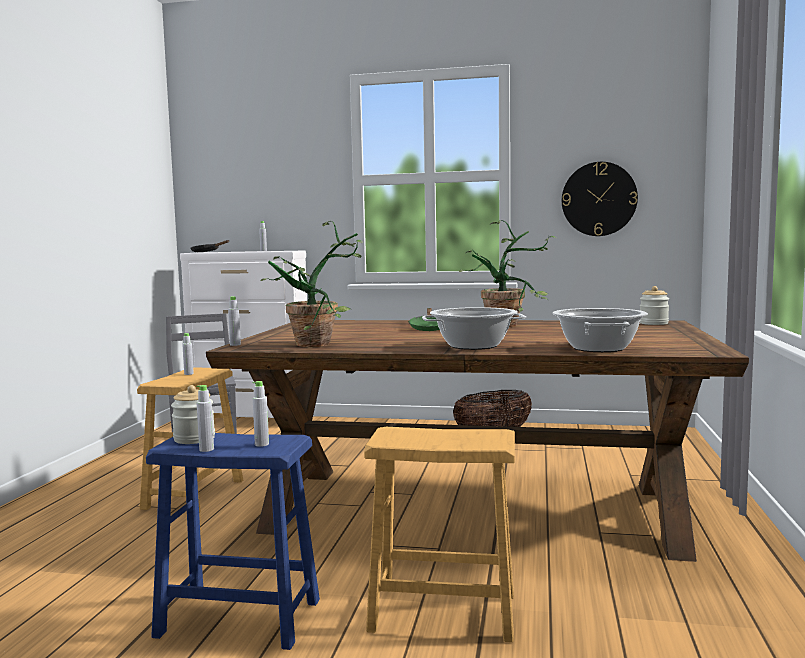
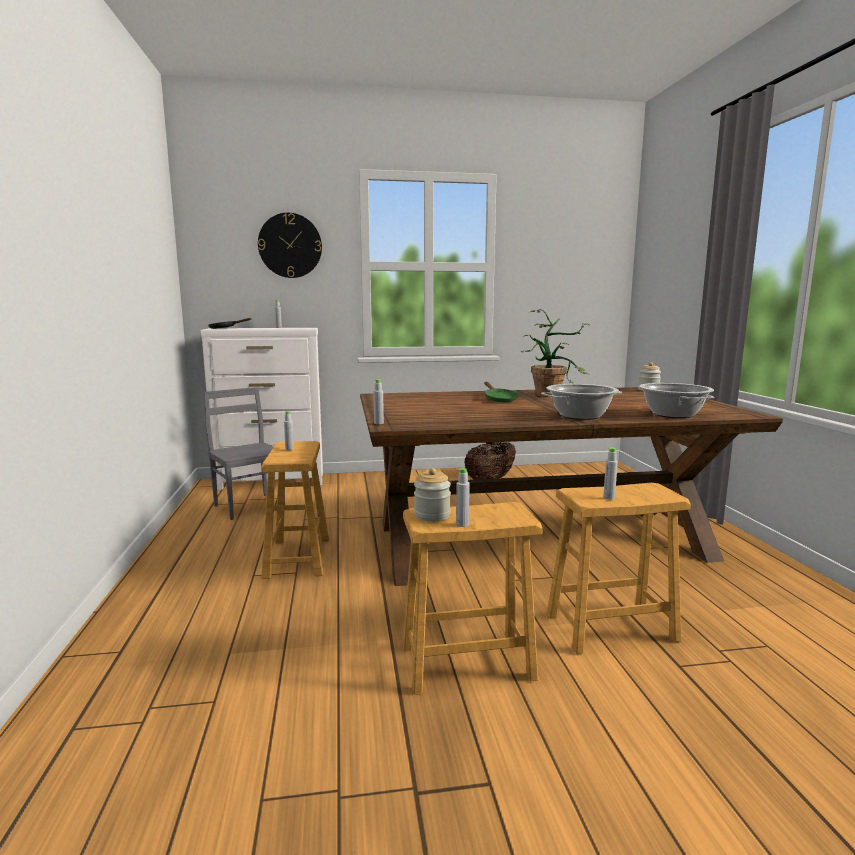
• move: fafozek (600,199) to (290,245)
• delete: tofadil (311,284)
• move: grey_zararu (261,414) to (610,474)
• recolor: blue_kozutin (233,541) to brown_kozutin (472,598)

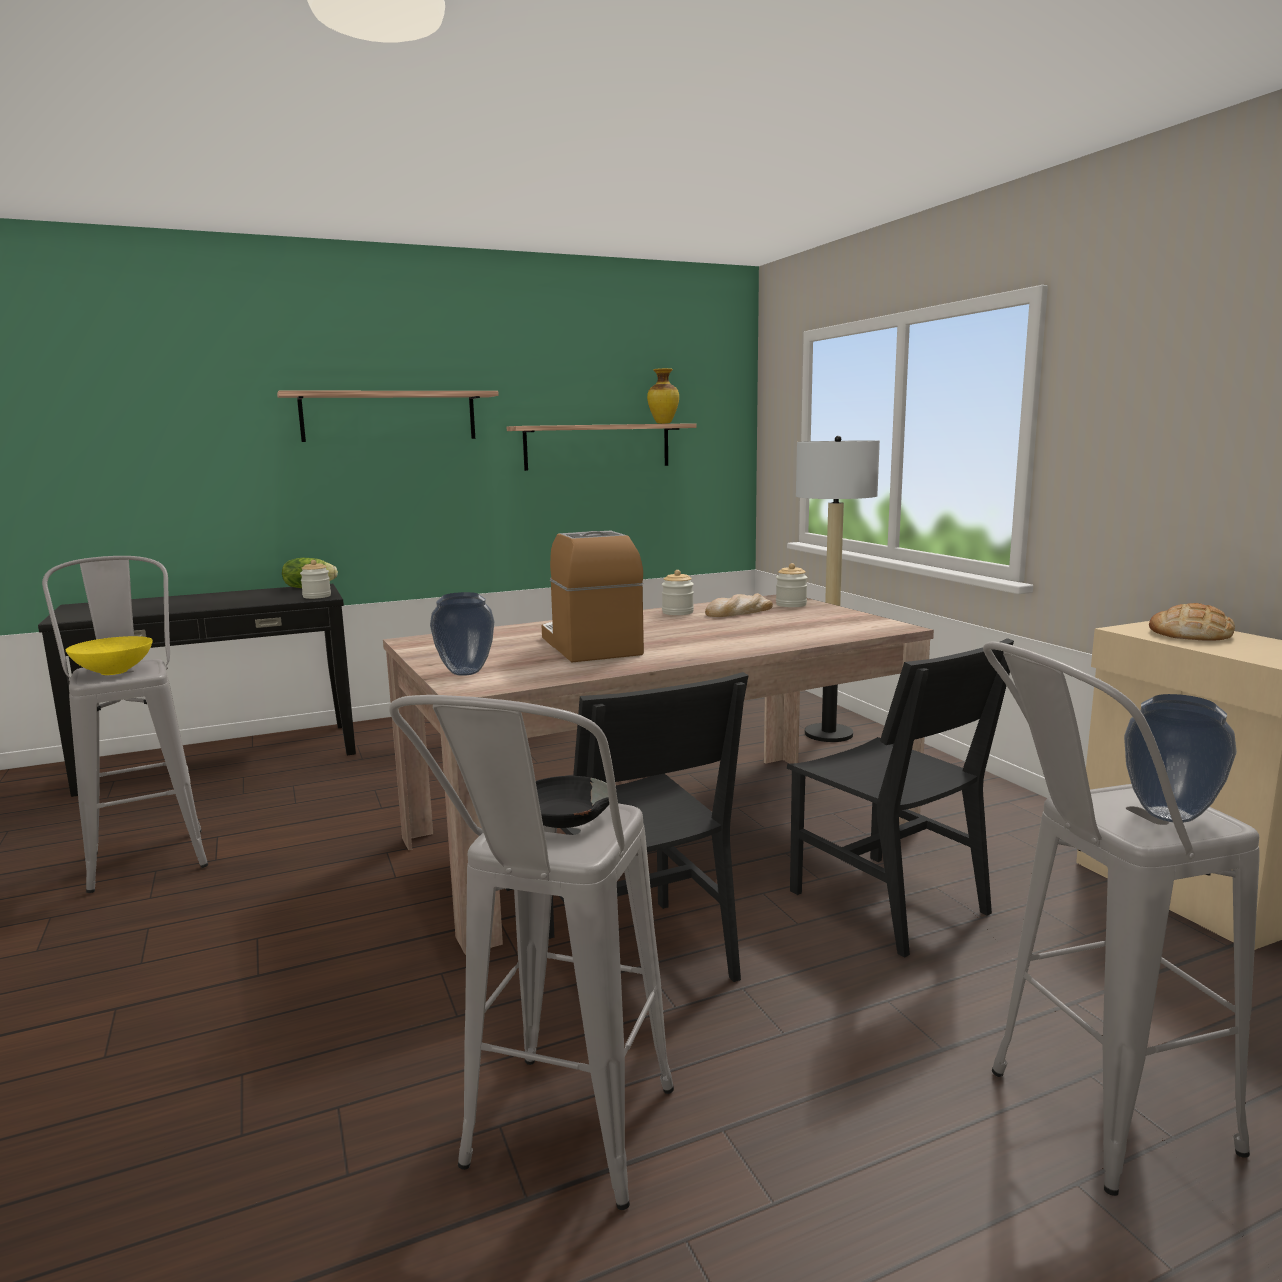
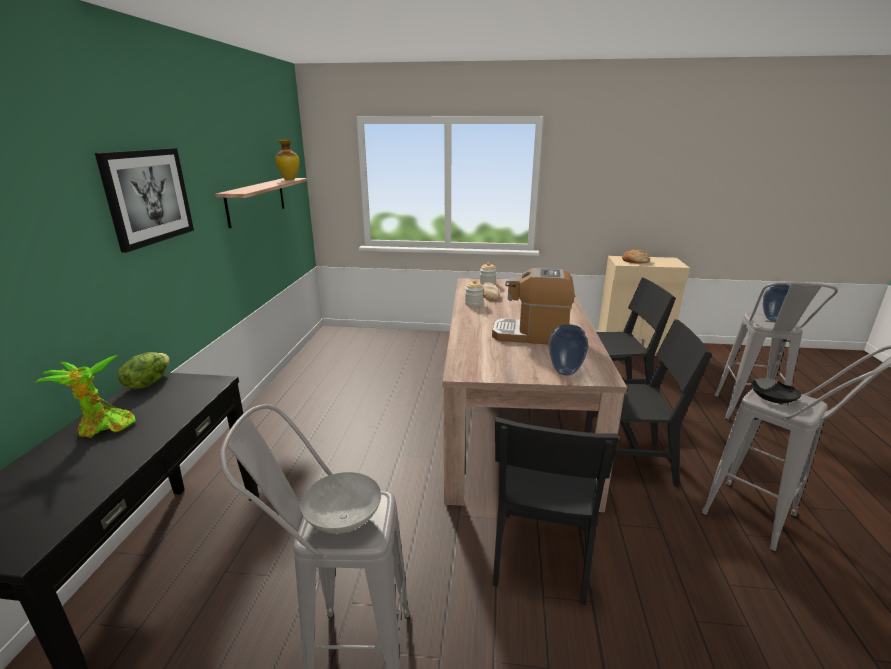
• replace: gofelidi (388,416) to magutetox (144,200)
• delete: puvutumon (838,589)
• delete: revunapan (315,579)
• recolor: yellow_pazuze (109,655) to grey_pazuze (340,503)
• insert: tofadil (85,396)
• insert: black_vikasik (556,511)

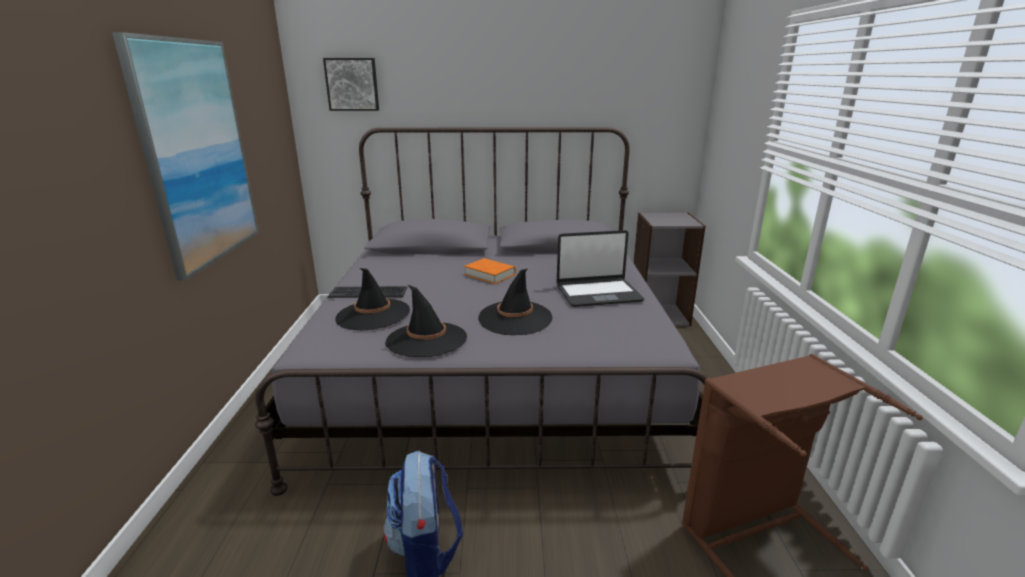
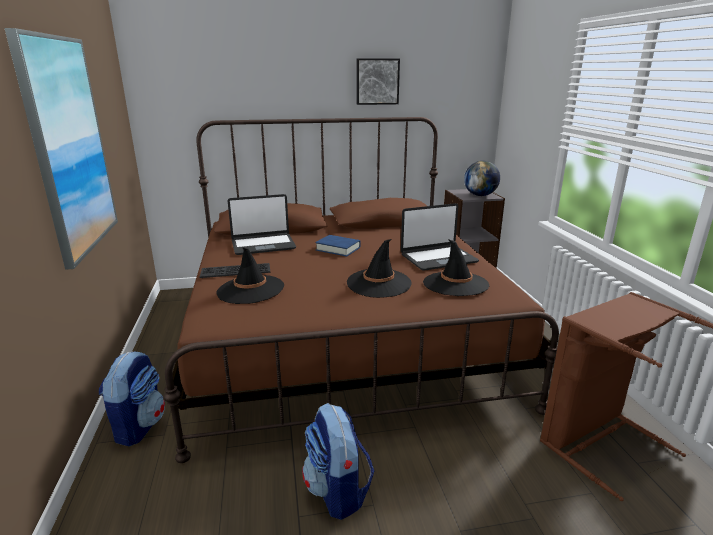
• move: magutetox (351,84) to (378,81)
• recolor: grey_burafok (481,311) to brown_burafok (361,290)
• recolor: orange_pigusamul (490,271) to blue_pigusamul (338,246)
• move: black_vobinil (426,320) to (456,267)
• insert: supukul (482,178)
• insert: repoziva (262,224)
• insert: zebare (132,398)

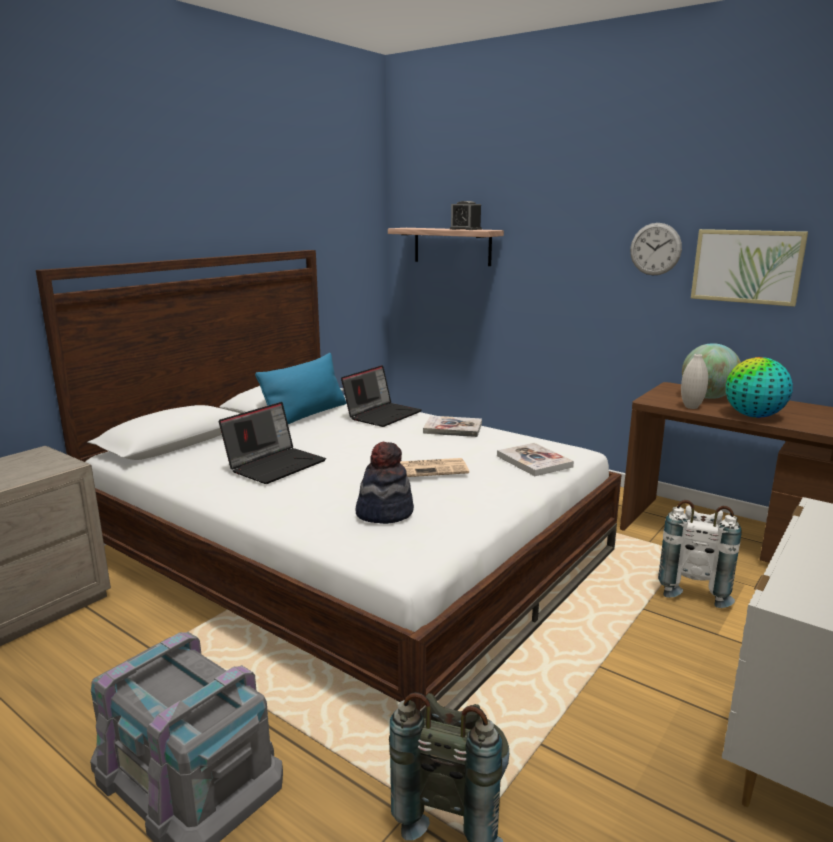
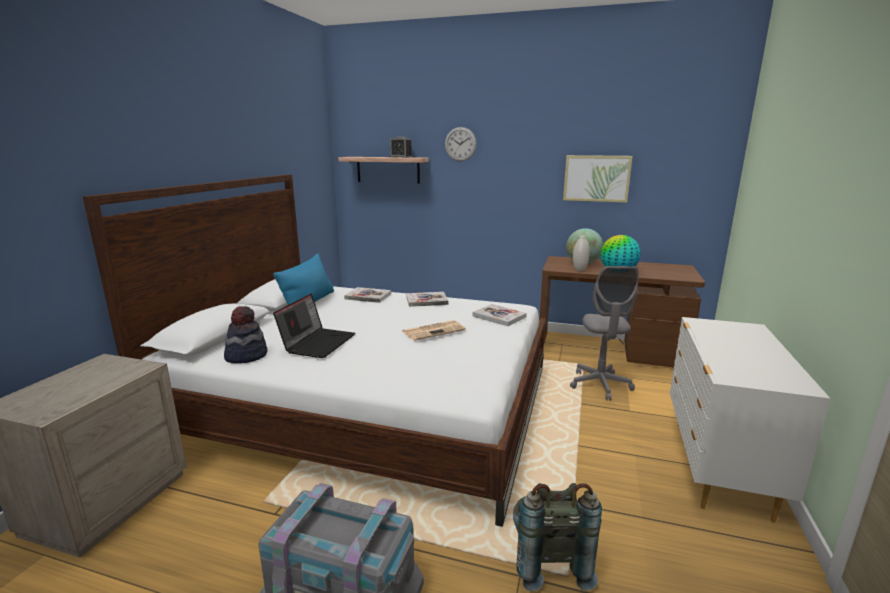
• move: fafozek (656,249) to (461,144)
• replace: repoziva (381,396) to pigusamul (367,295)
• move: vobinil (385,483) to (246,334)
• replace: white_zebare (700,554) to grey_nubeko (604,333)

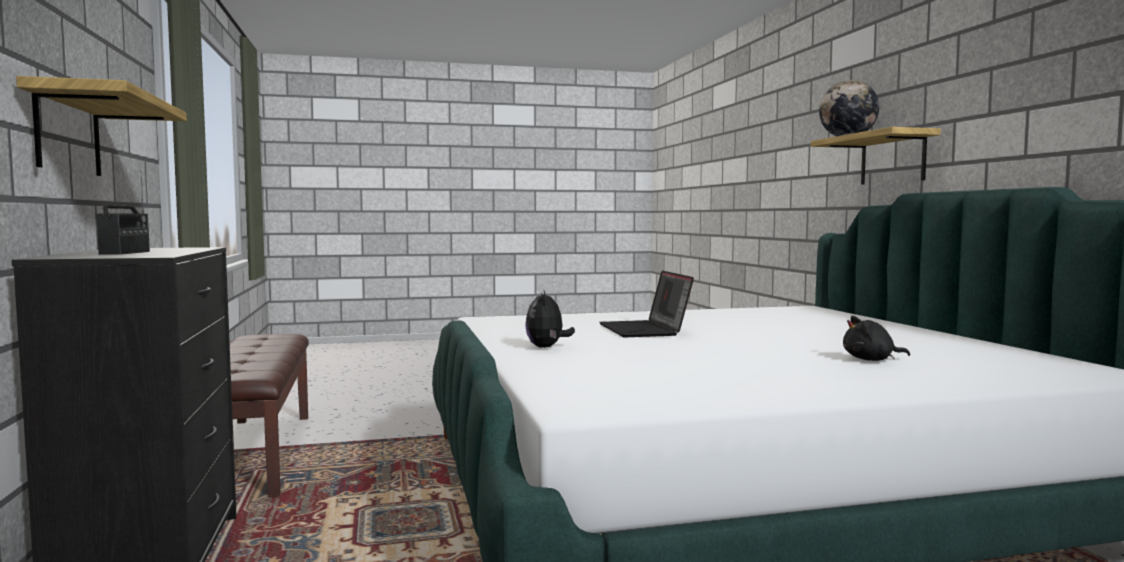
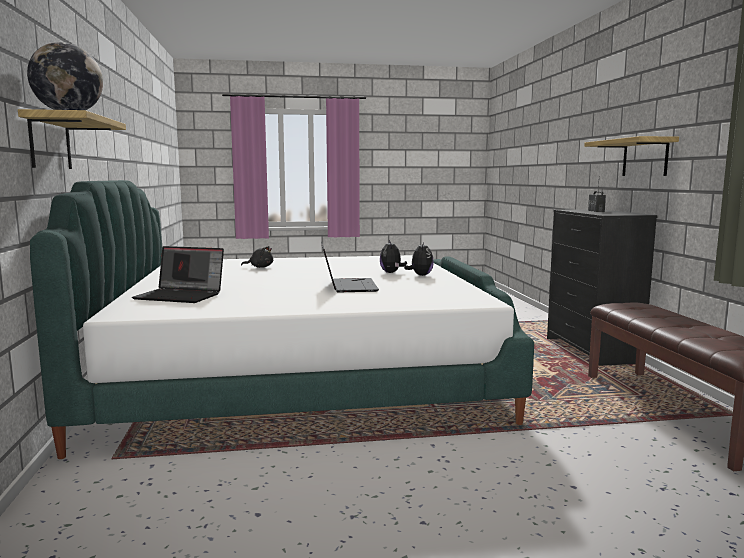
• insert: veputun (393,256)
• insert: repoziva (178,274)

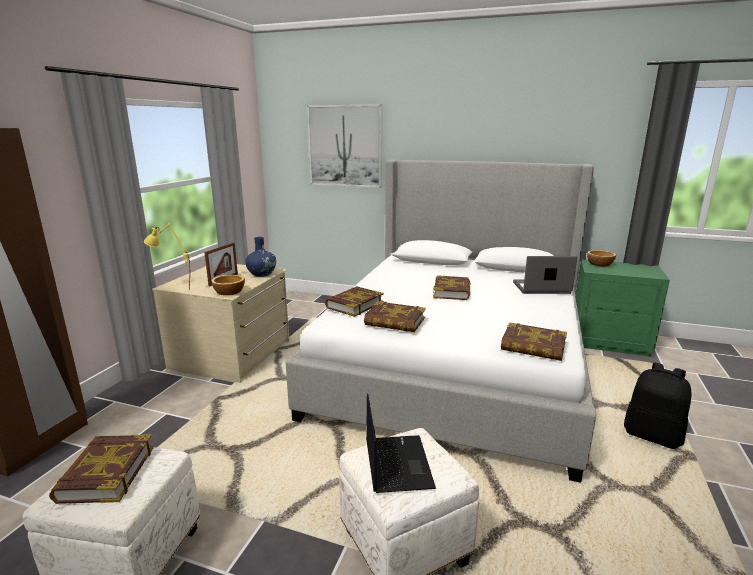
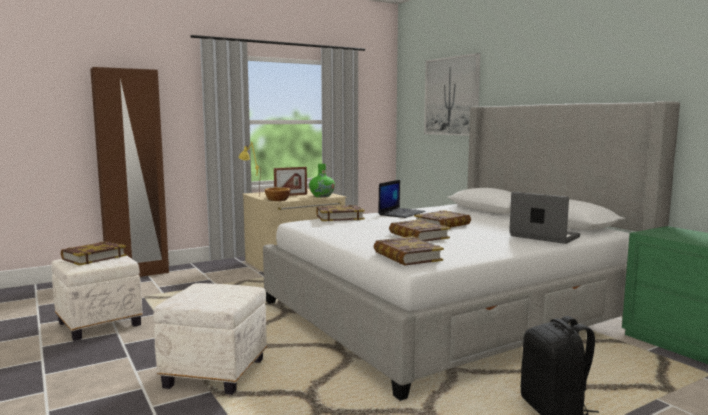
• recolor: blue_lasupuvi (260,257) to green_lasupuvi (322,180)
• delete: pazuze (601,258)
• move: pigusamul (395,316) to (419,230)
• move: repoziva (401,443) to (401,199)

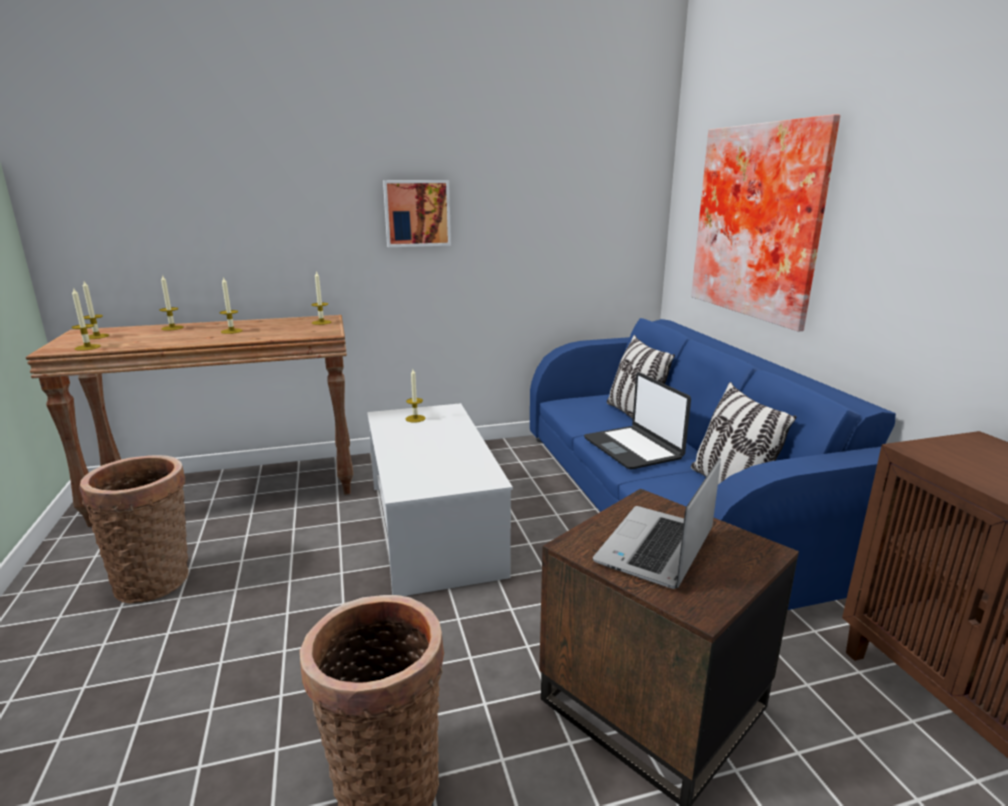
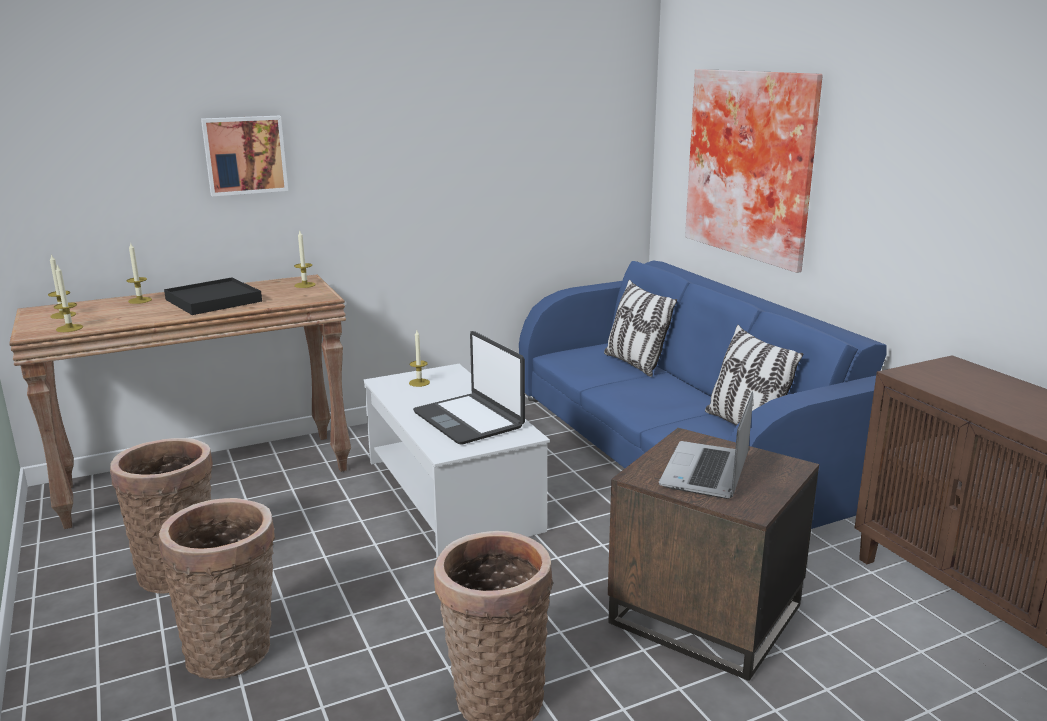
• move: magutetox (417,213) to (244,156)
• replace: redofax (231,305) to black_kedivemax (213,296)
• move: repoziva (637,420) to (469,387)
• insert: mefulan (217,588)

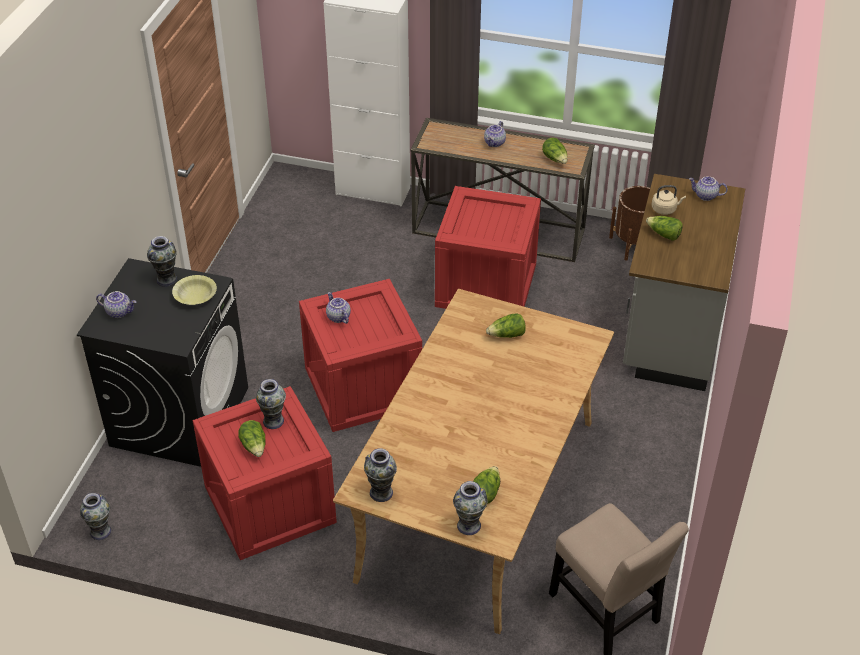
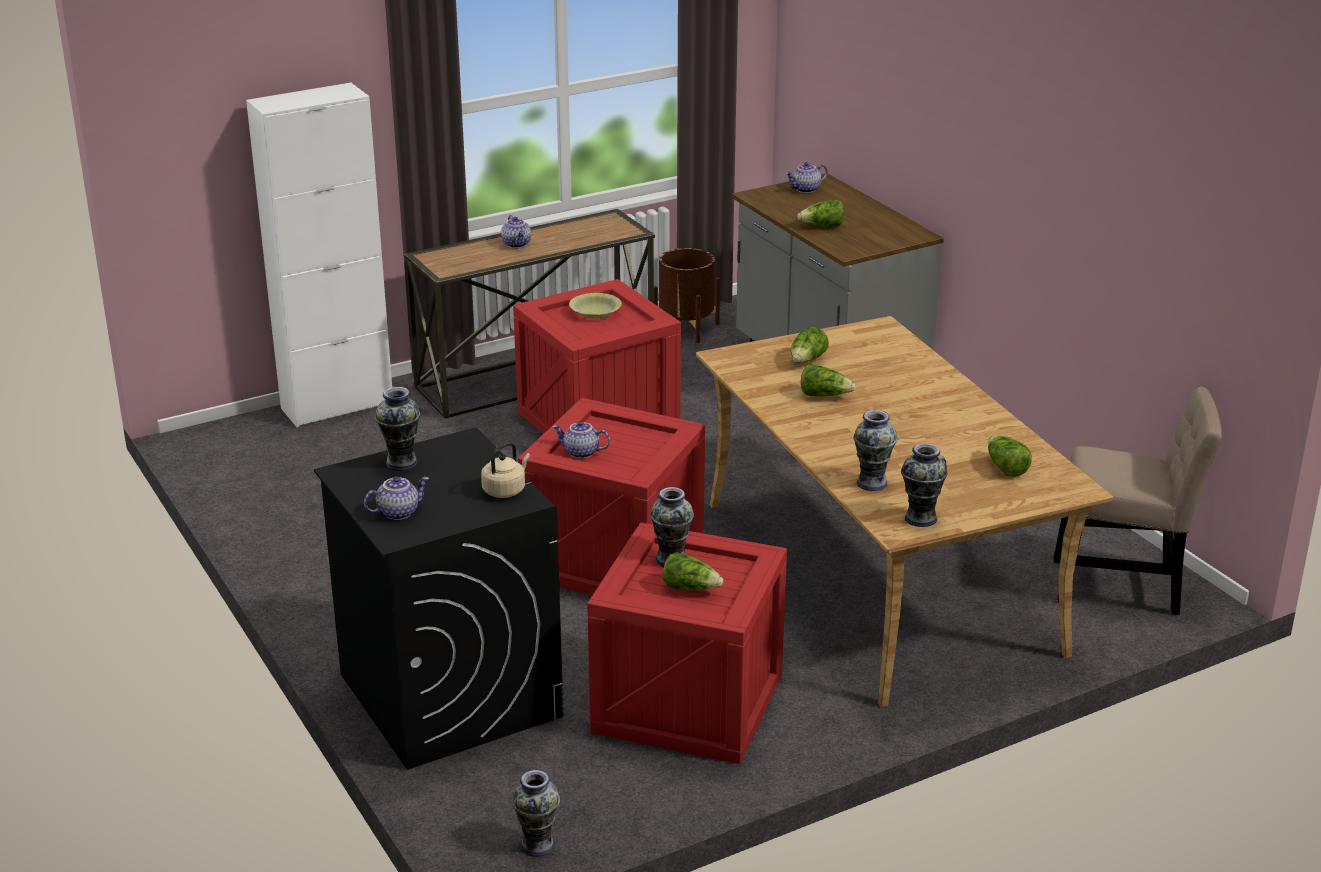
• move: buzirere (555,151) to (828,380)
• move: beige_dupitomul (669,200) to (505,470)
• move: yellow_pazuze (194,290) to (595,306)
• move: lasupuvi (470,508) to (875,450)

